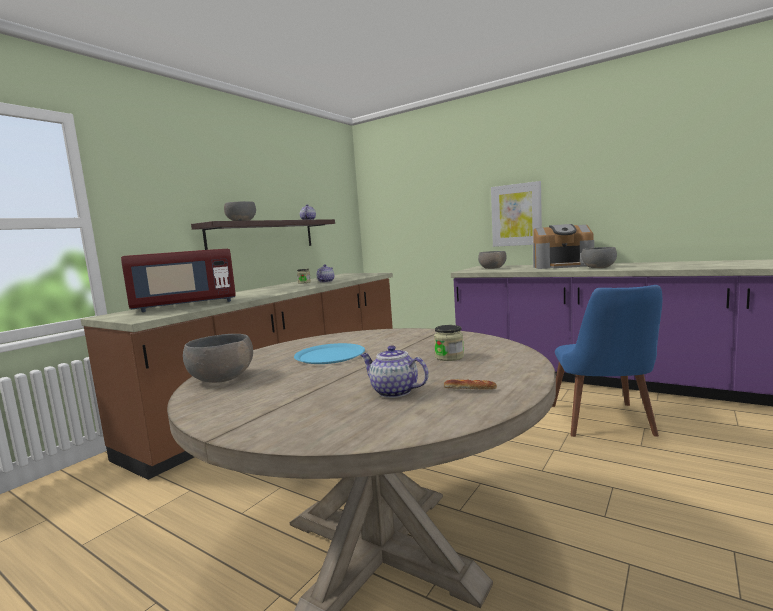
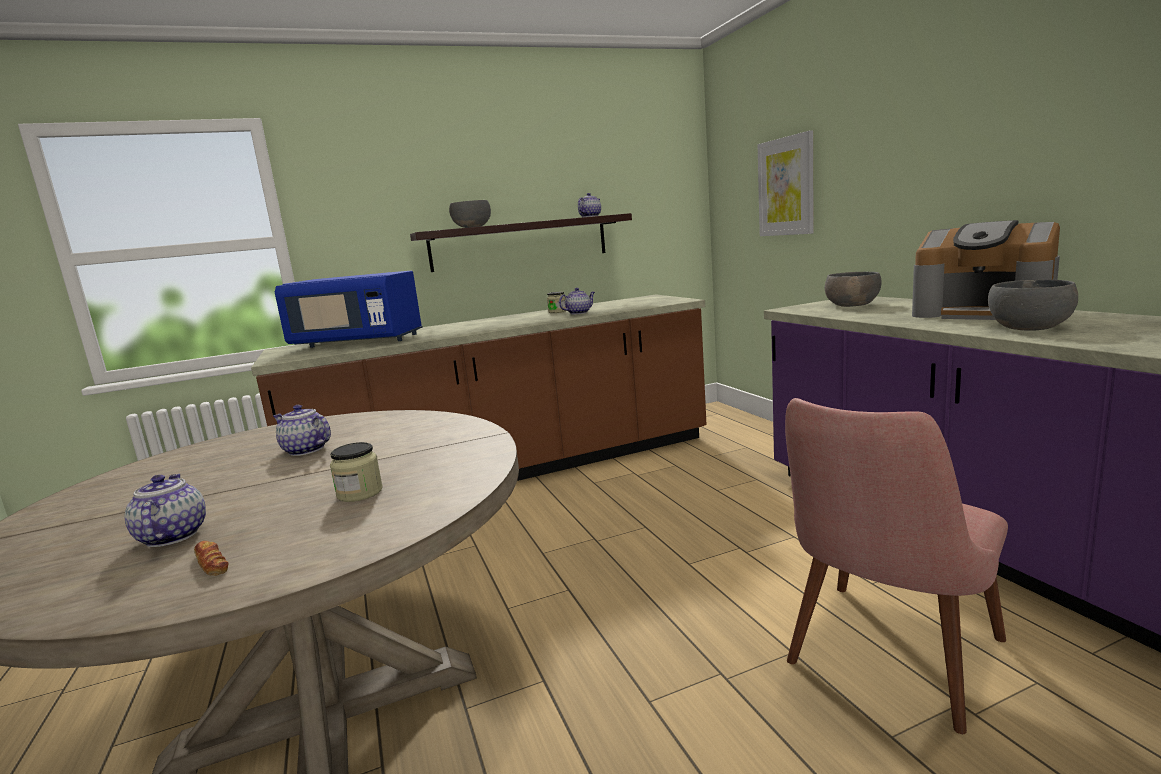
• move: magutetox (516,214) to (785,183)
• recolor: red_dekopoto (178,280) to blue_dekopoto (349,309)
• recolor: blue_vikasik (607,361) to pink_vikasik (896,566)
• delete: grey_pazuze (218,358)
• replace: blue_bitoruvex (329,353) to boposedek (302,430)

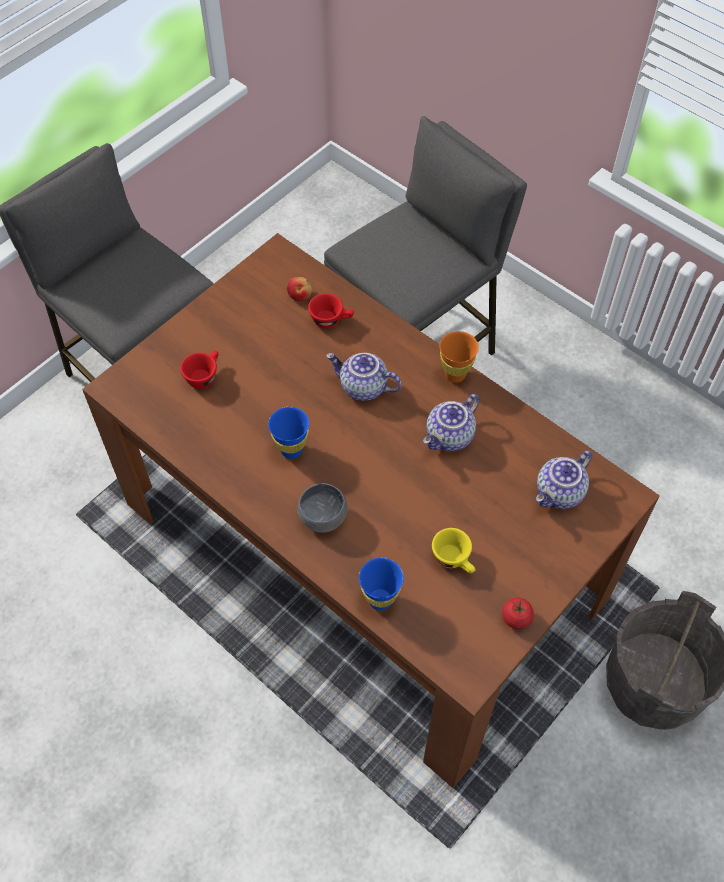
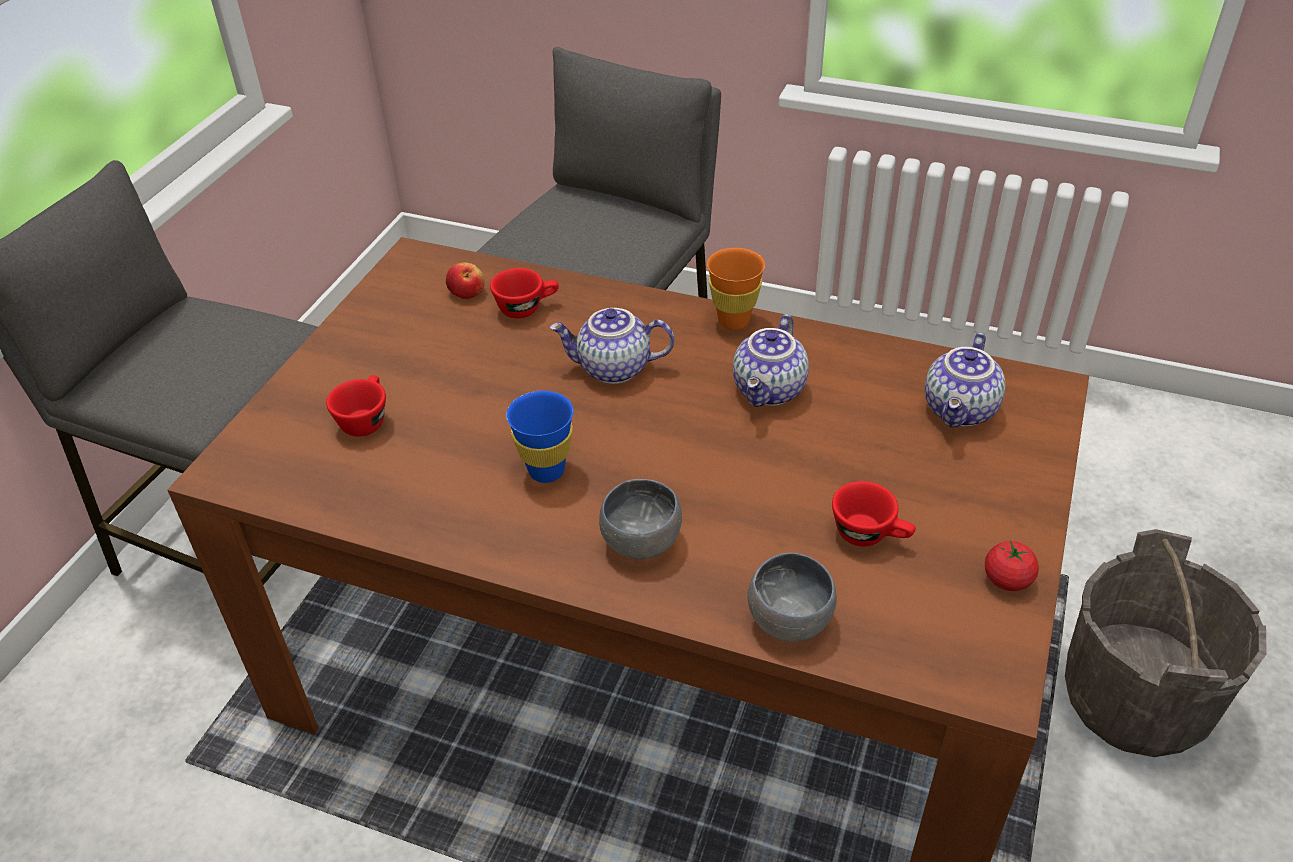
• recolor: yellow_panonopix (454,550) to red_panonopix (874,513)
• replace: blue_panonopix (381,583) to grey_pazuze (792,597)

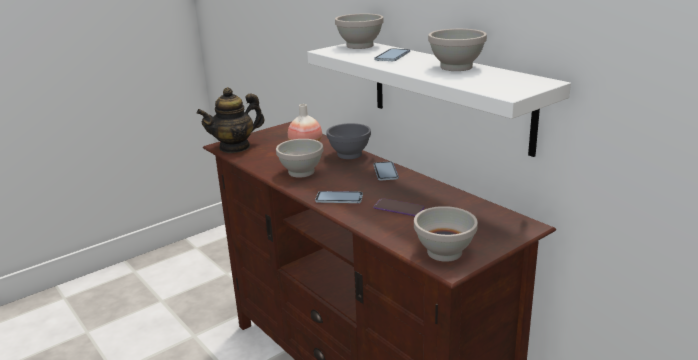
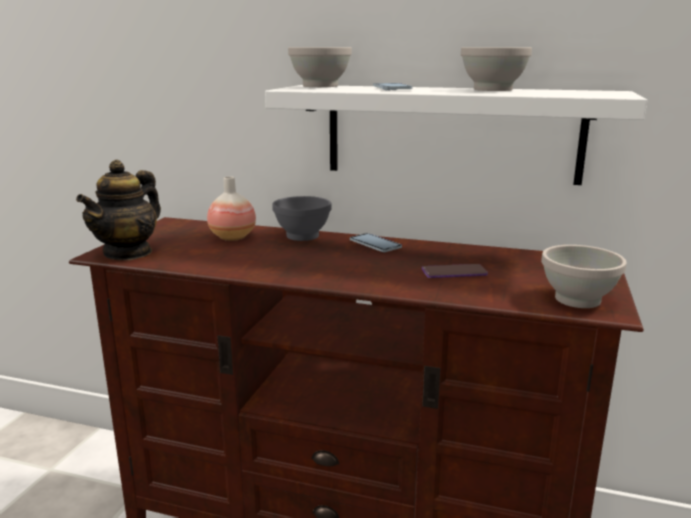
• delete: white_pazuze (299,158)
• delete: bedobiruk (339,197)

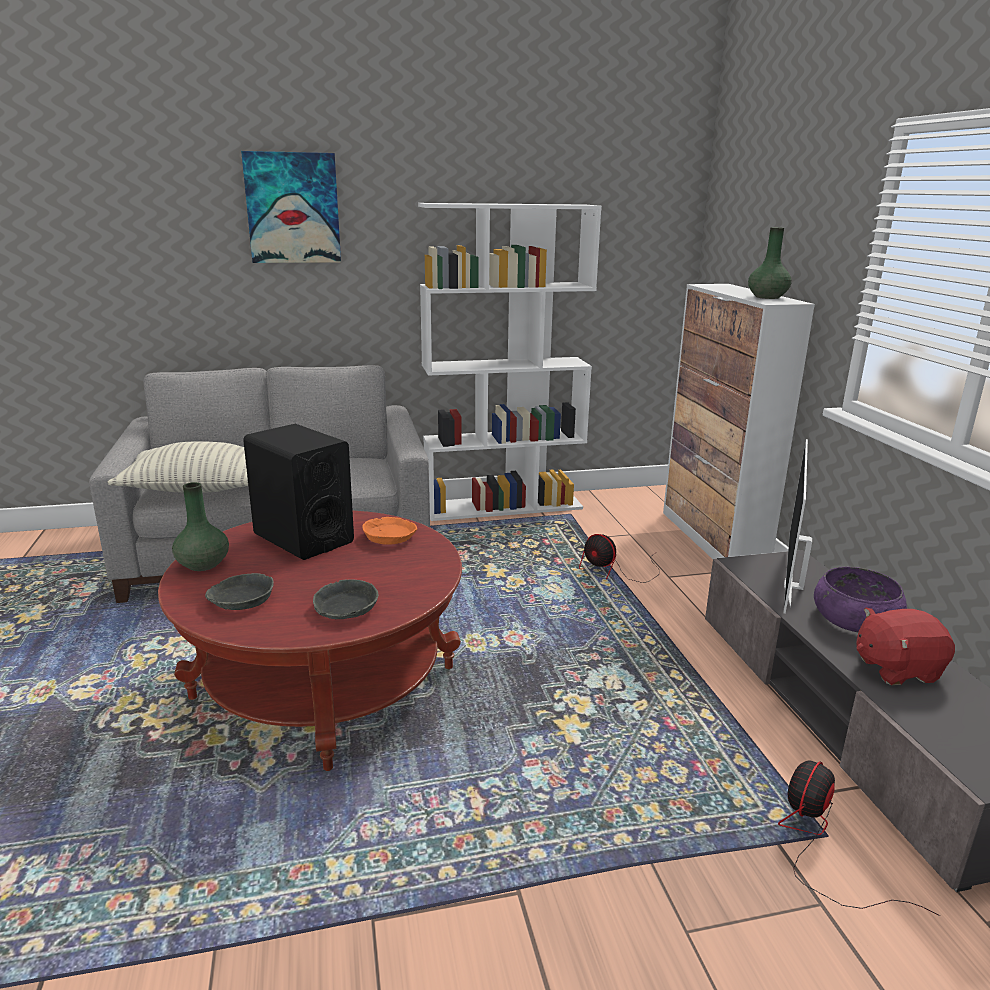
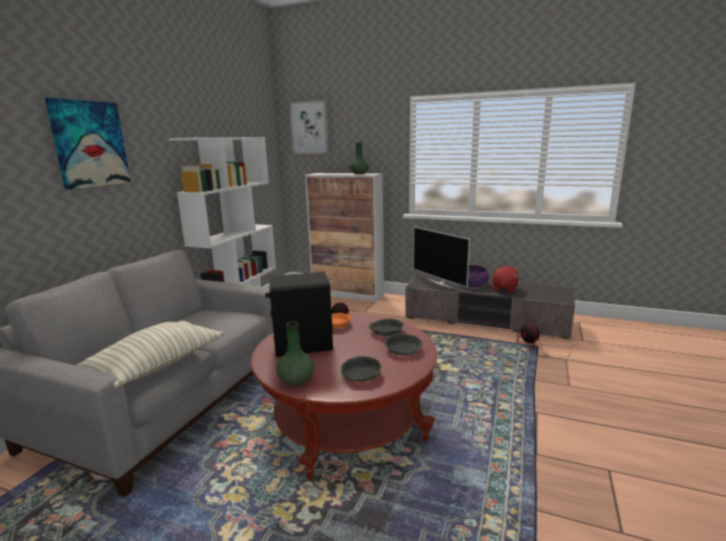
• insert: magutetox (309,127)
• insert: grey_pazuze (386,327)

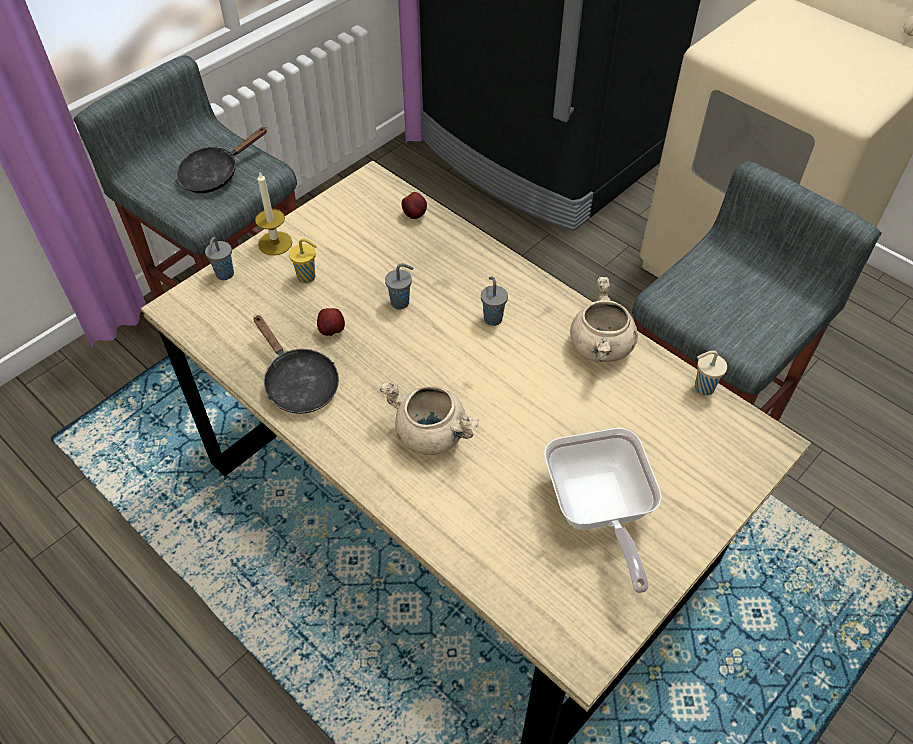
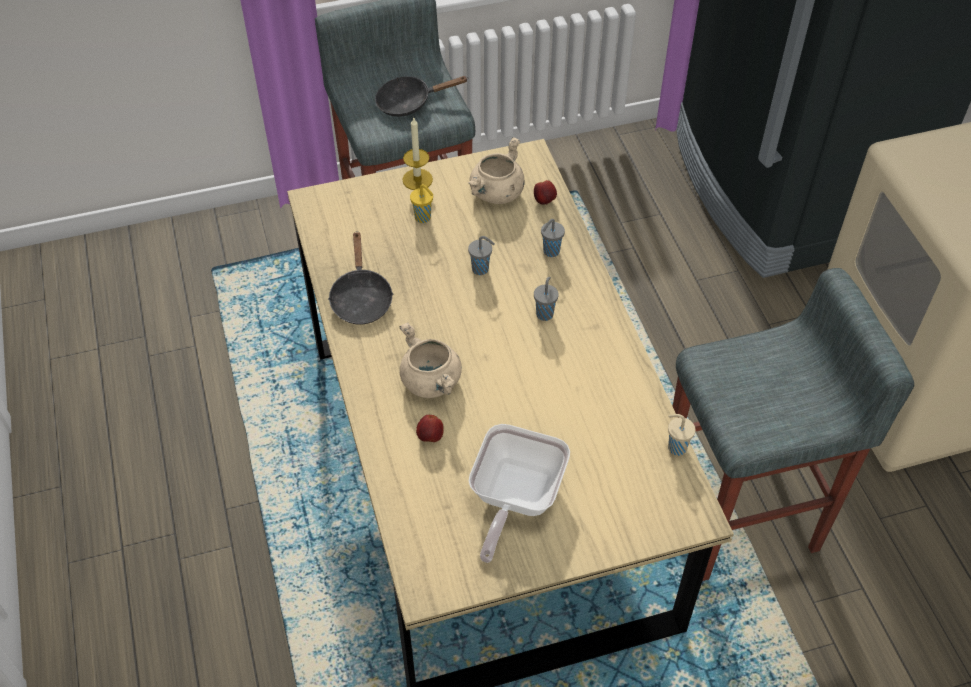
• move: grey_panonopix (219,258) to (553,238)
• move: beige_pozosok (604,319) to (496,170)
• move: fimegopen (331,322) to (430,428)

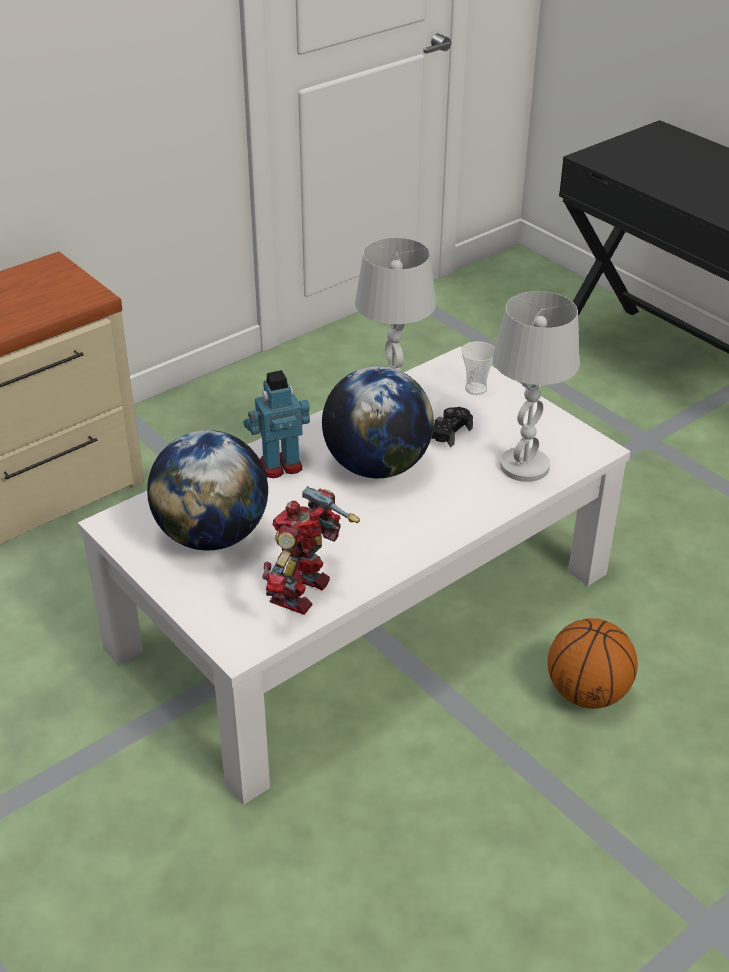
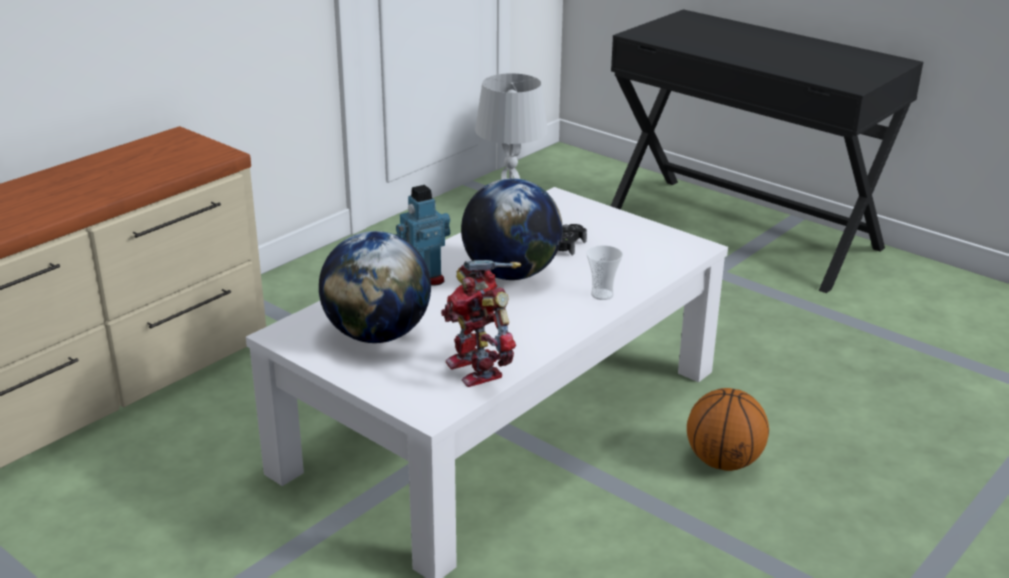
• delete: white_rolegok (536,386)
• move: panonopix (478,368) to (604,272)
• rotate: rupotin (311,550) = (481,323) 45 degrees counterclockwise

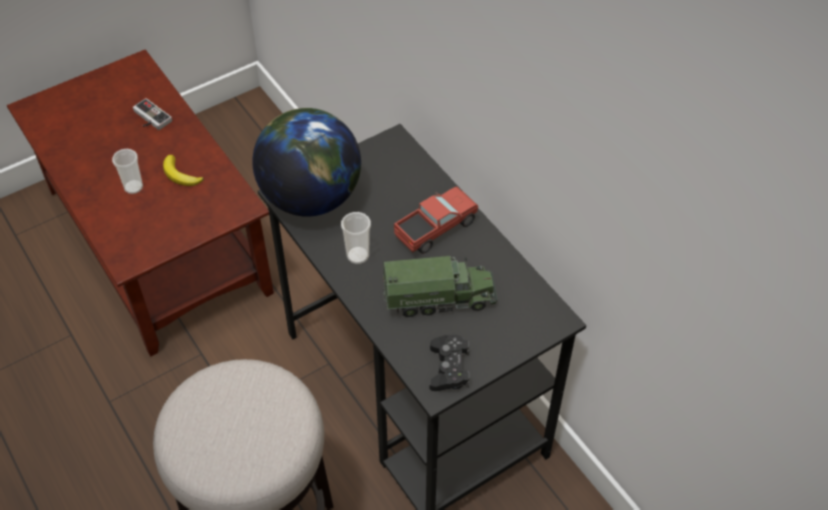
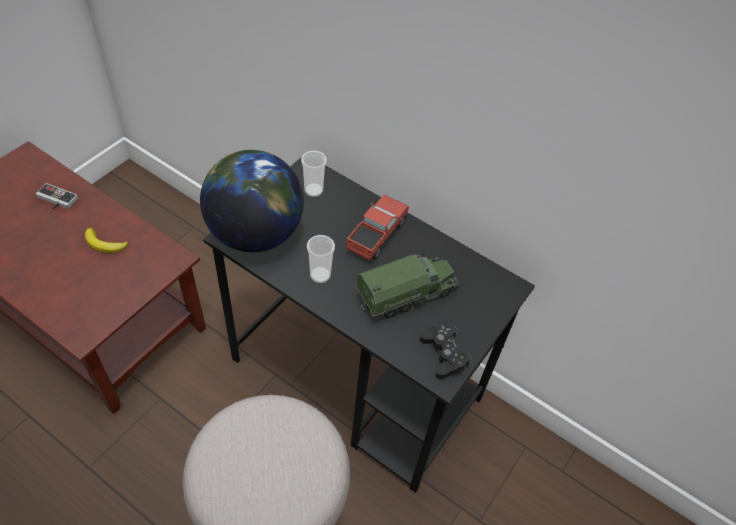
• move: panonopix (127,171) to (314,174)

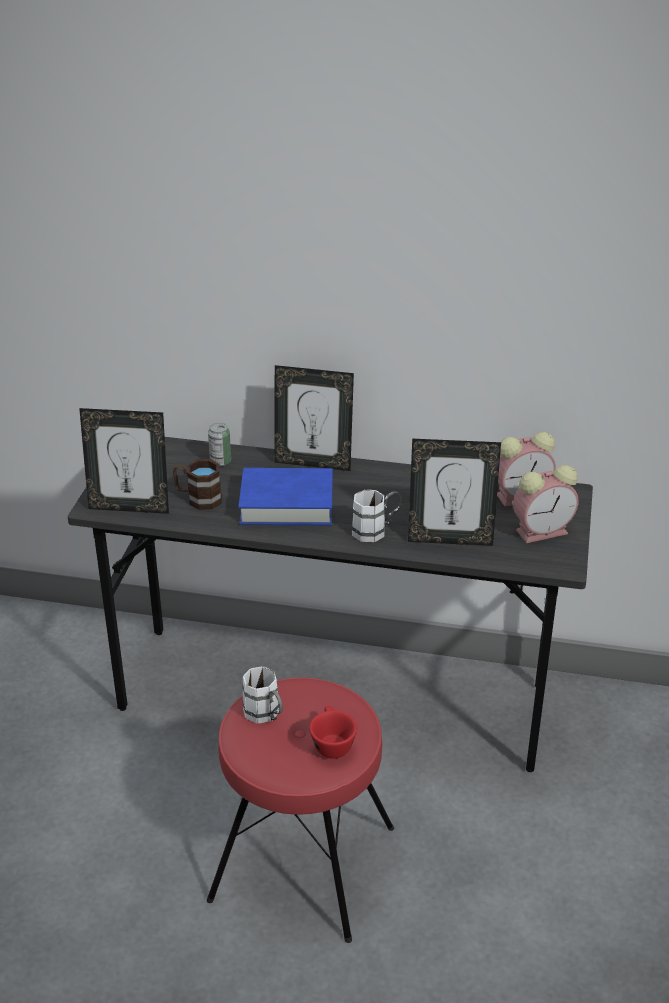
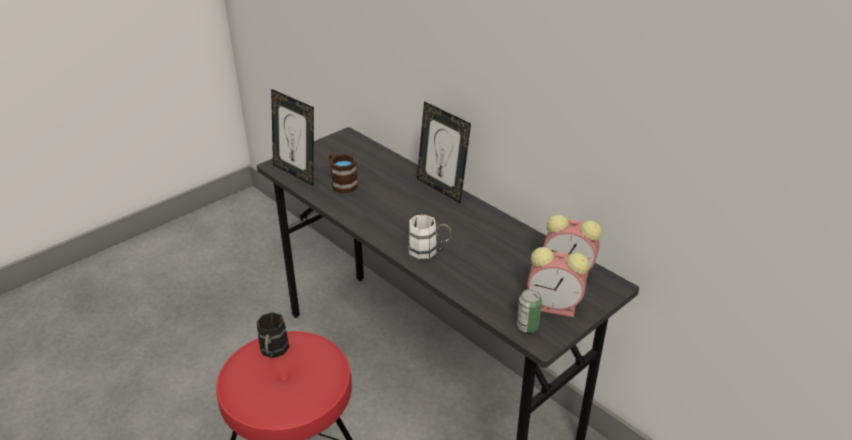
• move: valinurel (219,444) to (529,311)
• delete: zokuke (454,492)
• delete: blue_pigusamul (285,496)
• recolor: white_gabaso (262,694) to black_gabaso (273,335)
• delete: red_panonopix (333,732)

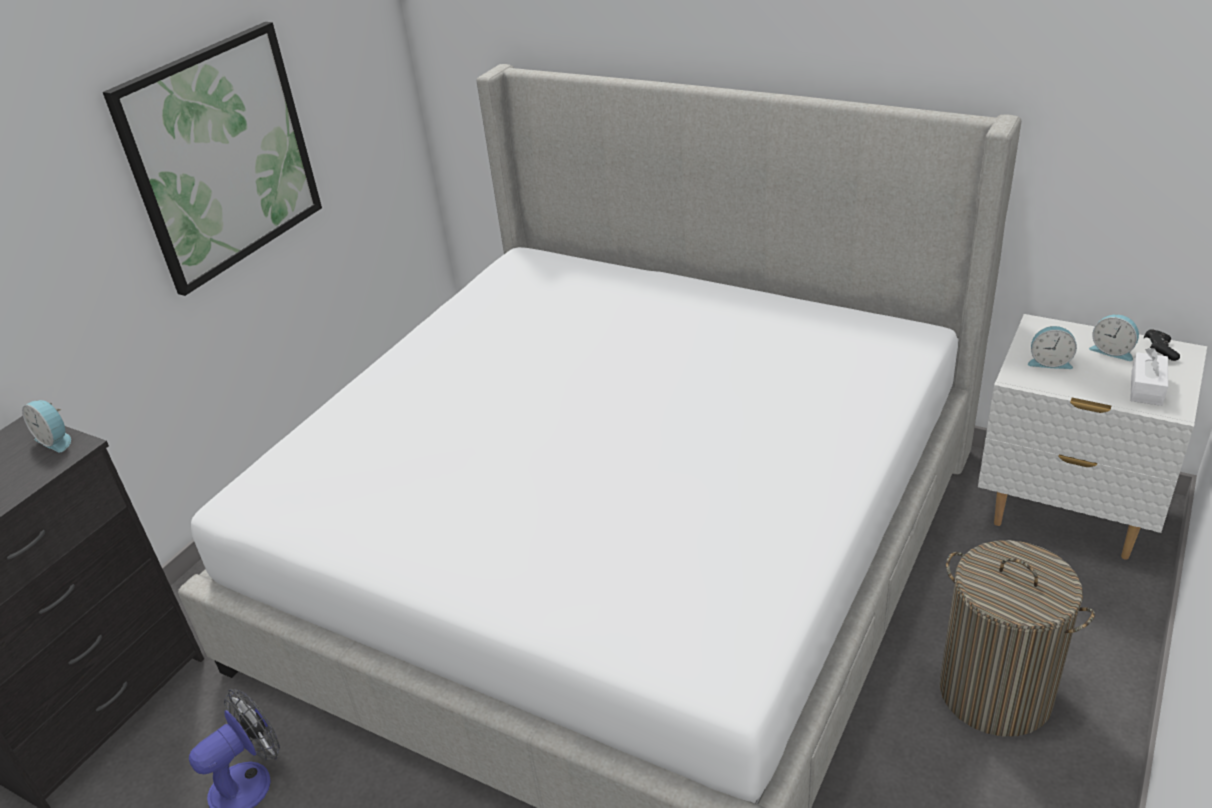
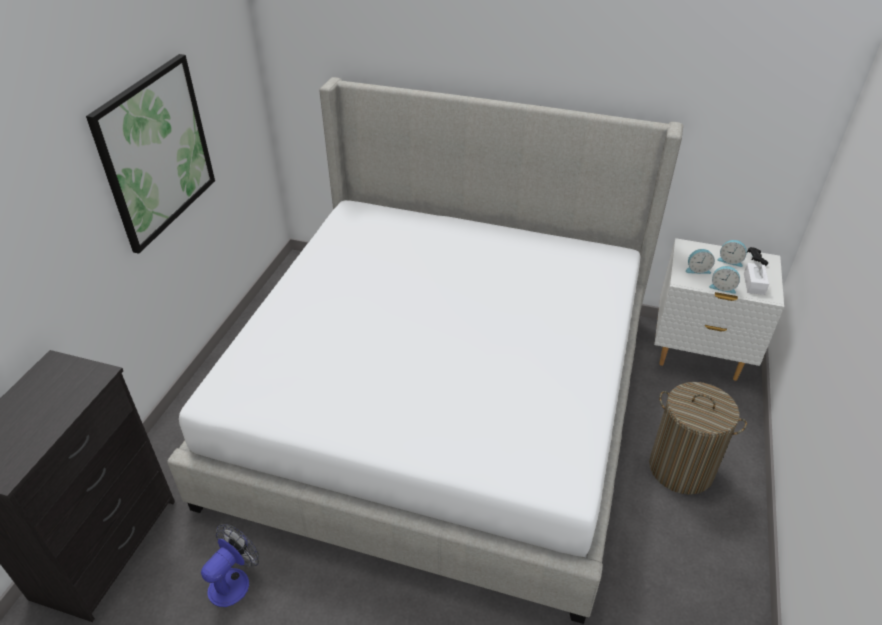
• move: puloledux (46,426) to (724,280)

